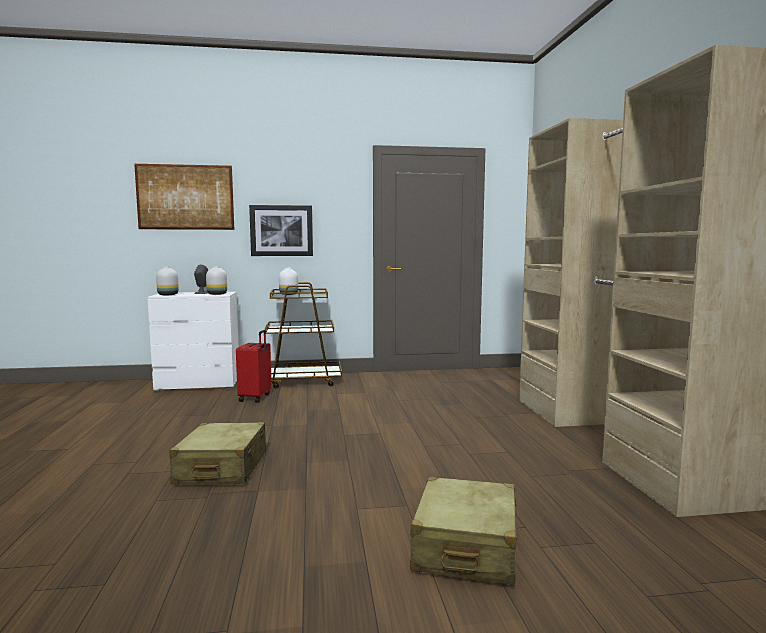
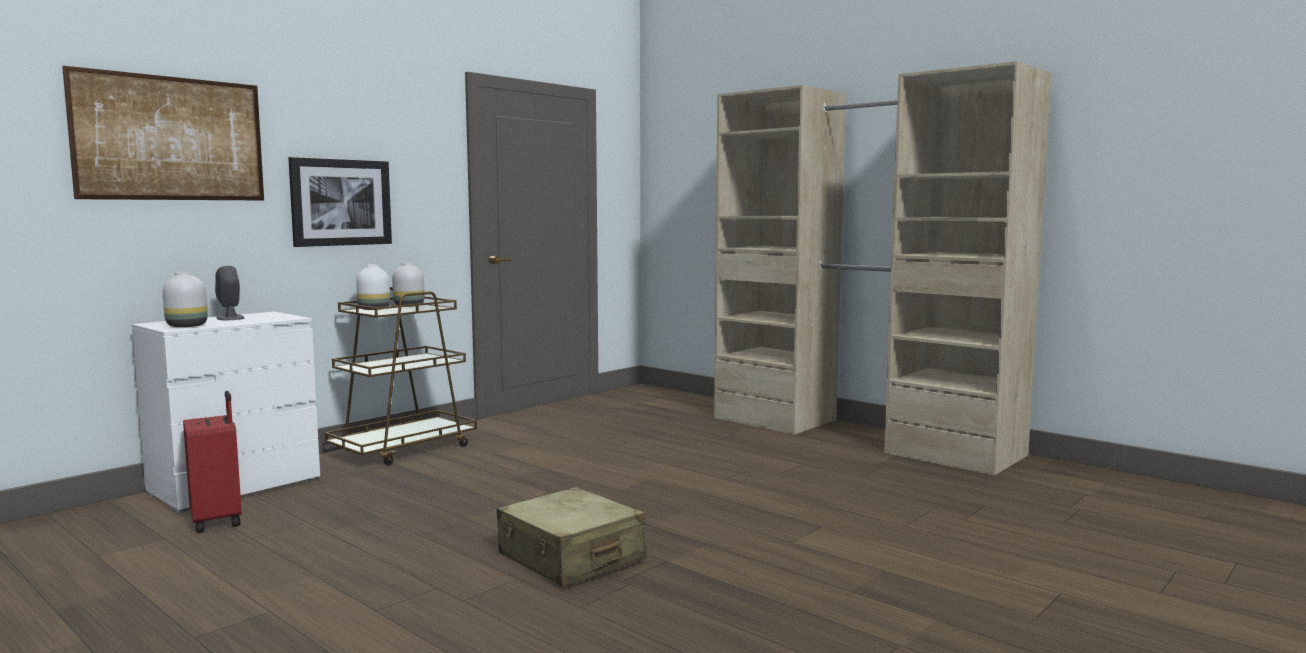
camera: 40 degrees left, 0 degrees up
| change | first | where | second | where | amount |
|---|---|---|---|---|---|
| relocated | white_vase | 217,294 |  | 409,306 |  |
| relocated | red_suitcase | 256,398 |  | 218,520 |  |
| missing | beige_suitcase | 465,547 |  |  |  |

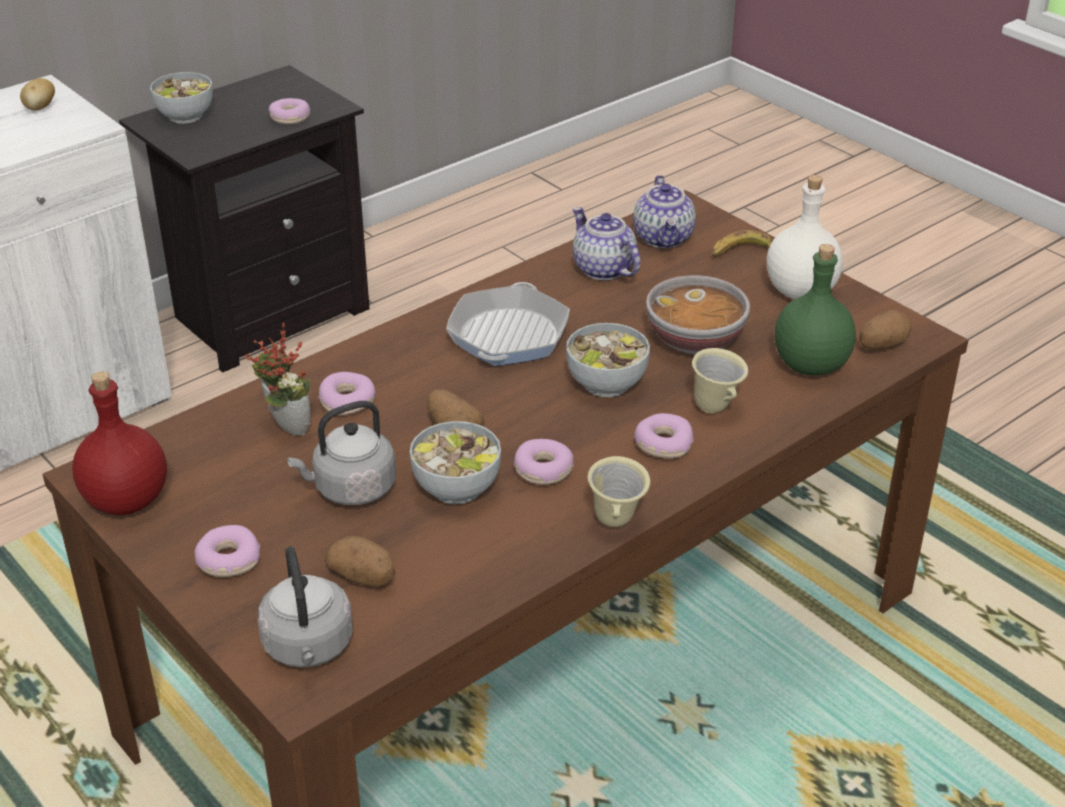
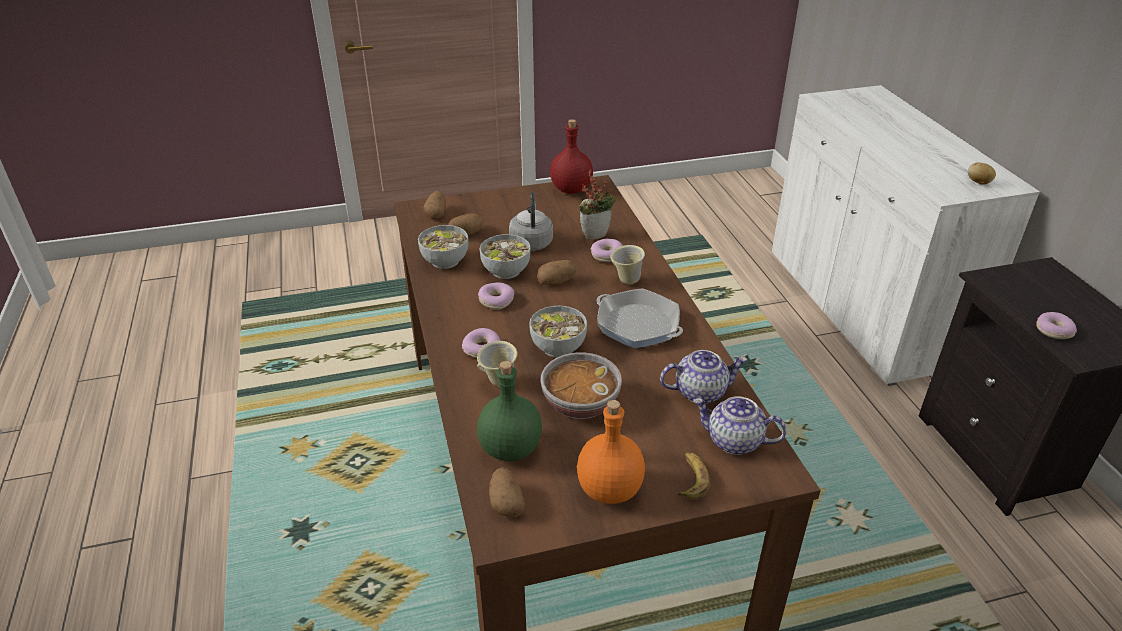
camera: 115 degrees right, 0 degrees up
| change | first | where | second | where | amount |
|---|---|---|---|---|---|
| relocated | bowl | 185,116 |  | 444,261 |  |
| colour | white_bottle | 801,292 | orange_bottle | 608,489 |  |
| relocated | beige_mug | 617,522 |  | 626,281 |  |
| missing | donut | 228,560 |  |  |  |
| exchanged | grey_kettle | 309,648 | potato | 437,213 |  |

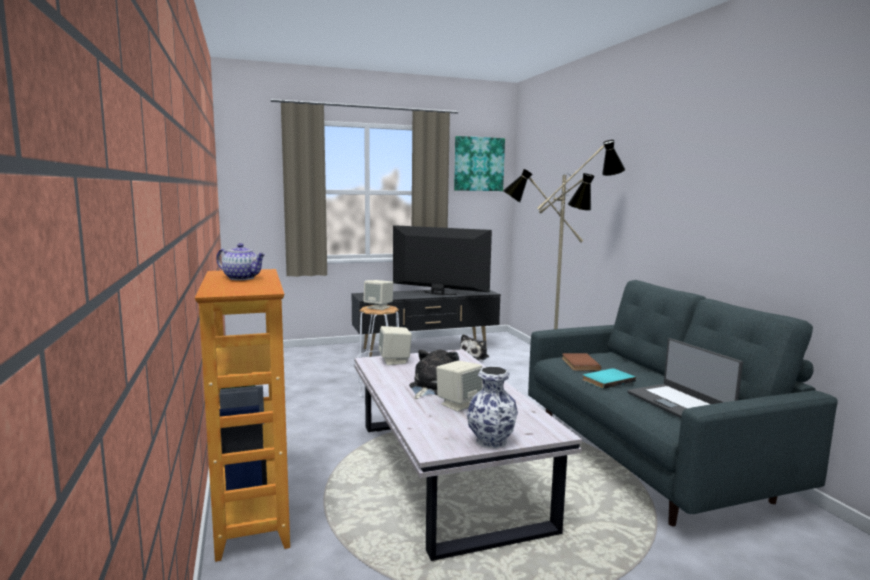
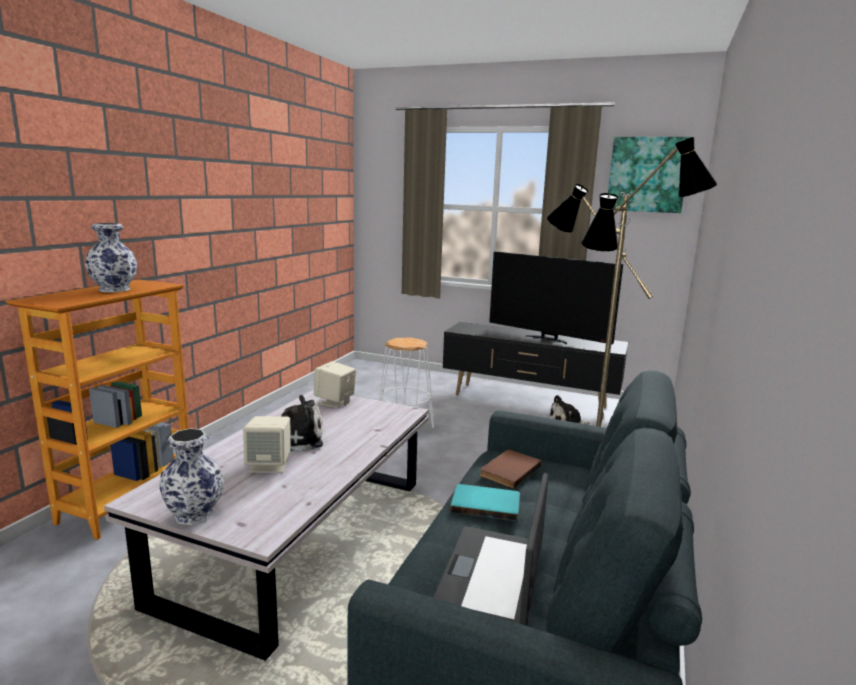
camera: 40 degrees right, 5 degrees up
| change | first | where | second | where | amount |
|---|---|---|---|---|---|
| spun | television | 438,293 |  | 548,339 | 150 degrees clockwise |
| exchanged | teapot | 242,278 | vase | 115,289 |  |
| missing | beige_speaker | 379,307 |  |  |  |

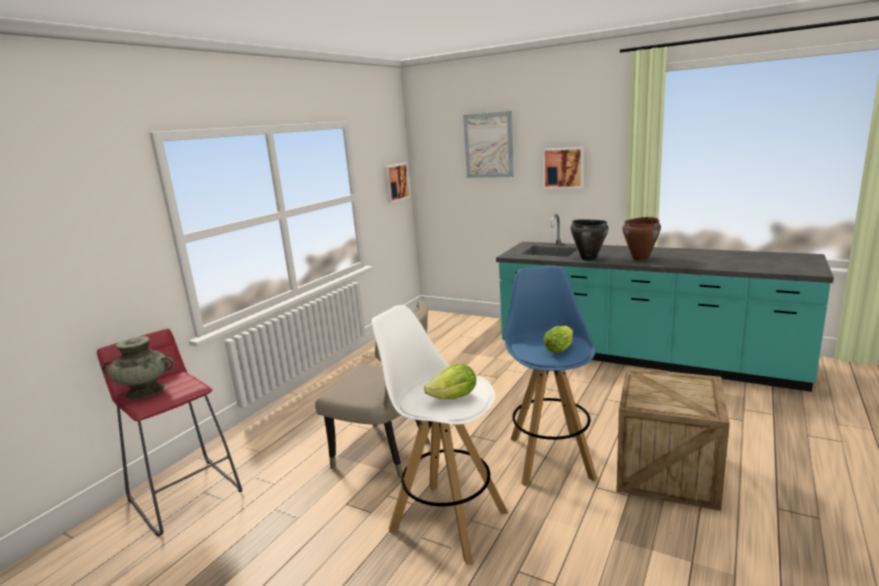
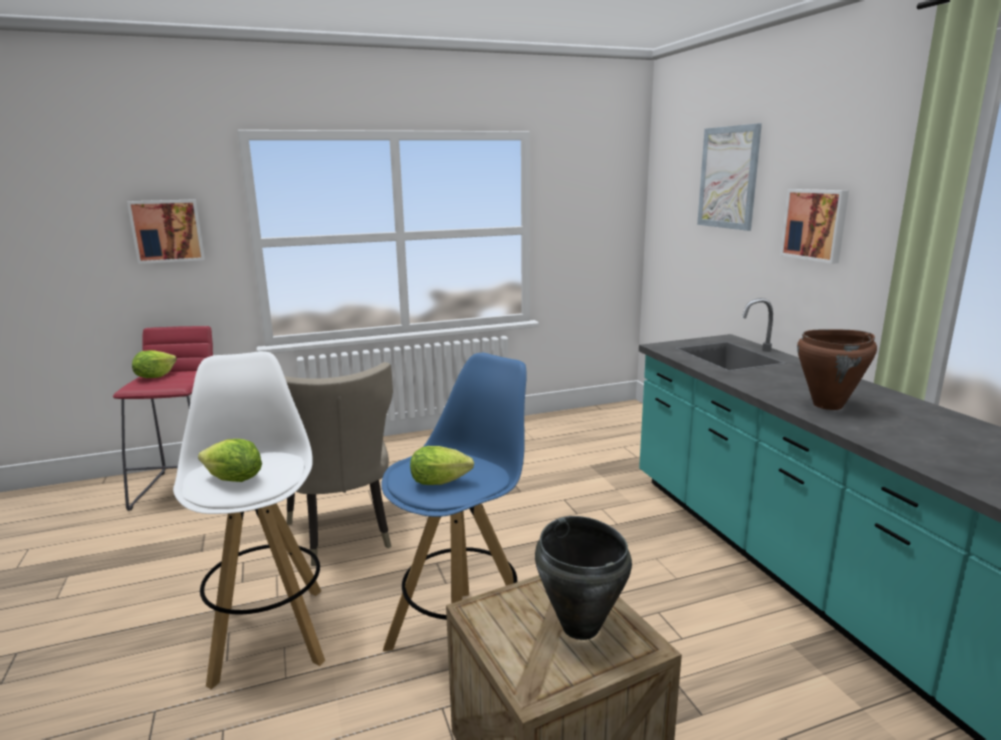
camera: 40 degrees right, 0 degrees up
| change | first | where | second | where | amount |
|---|---|---|---|---|---|
| relocated | picture | 395,182 |  | 167,231 |  |
| relocated | black_cooking_pot | 588,258 |  | 581,626 |  |
| exchanged | turquoise_vase | 145,391 | lettuce | 155,376 |  |

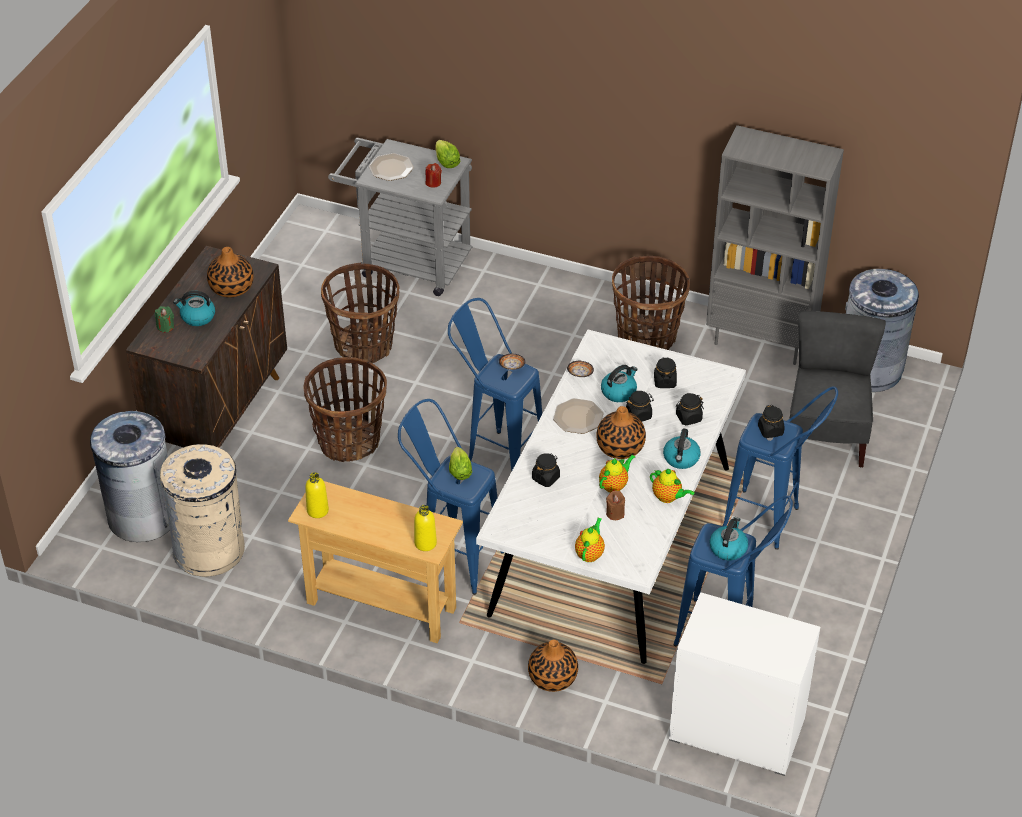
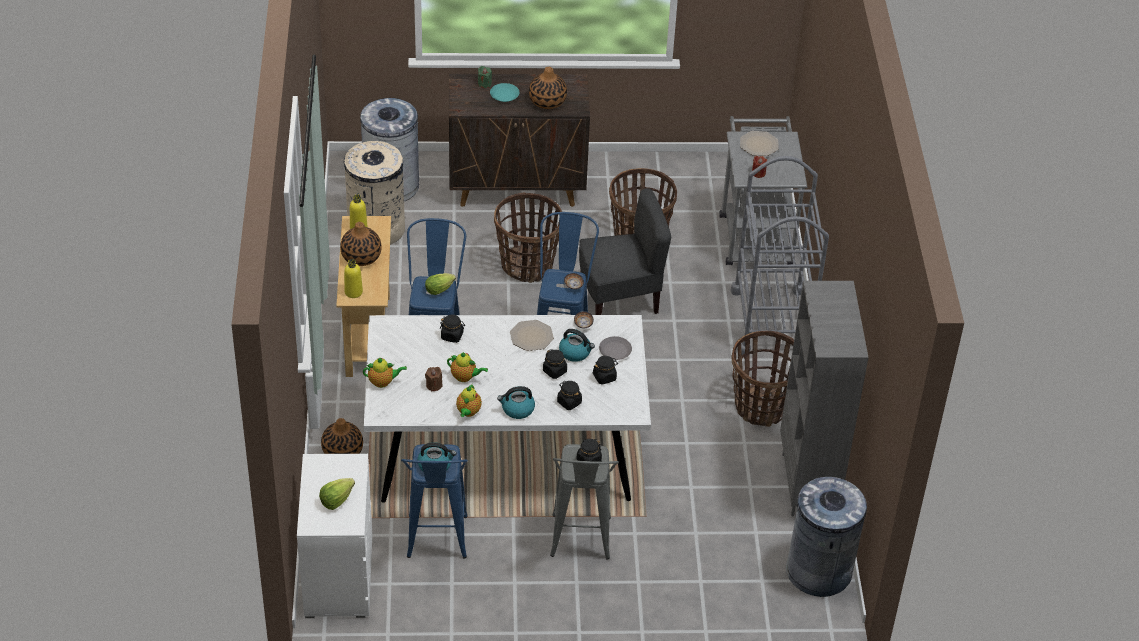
camera: 65 degrees right, 0 degrees up
| change | first | where | second | where | amount |
|---|---|---|---|---|---|
| relocated | lettuce | 446,162 |  | 336,500 |  |
| exchanged | kettle | 197,317 | turquoise_plate | 504,95 |  |
| relocated | grey_chair | 826,436 |  | 619,299 |  |
| colour | blue_stool | 772,523 | grey_stool | 580,546 |  |
| relocated | vase | 620,447 |  | 361,257 |  |
| appeared |  |  | grey_cart | 771,321 |  |
| appeared |  |  | grey_plate | 615,351 |  |

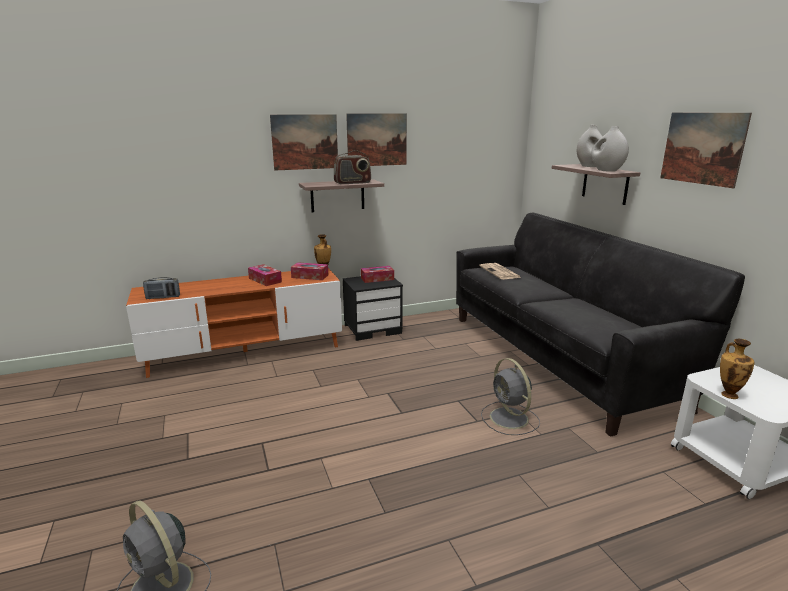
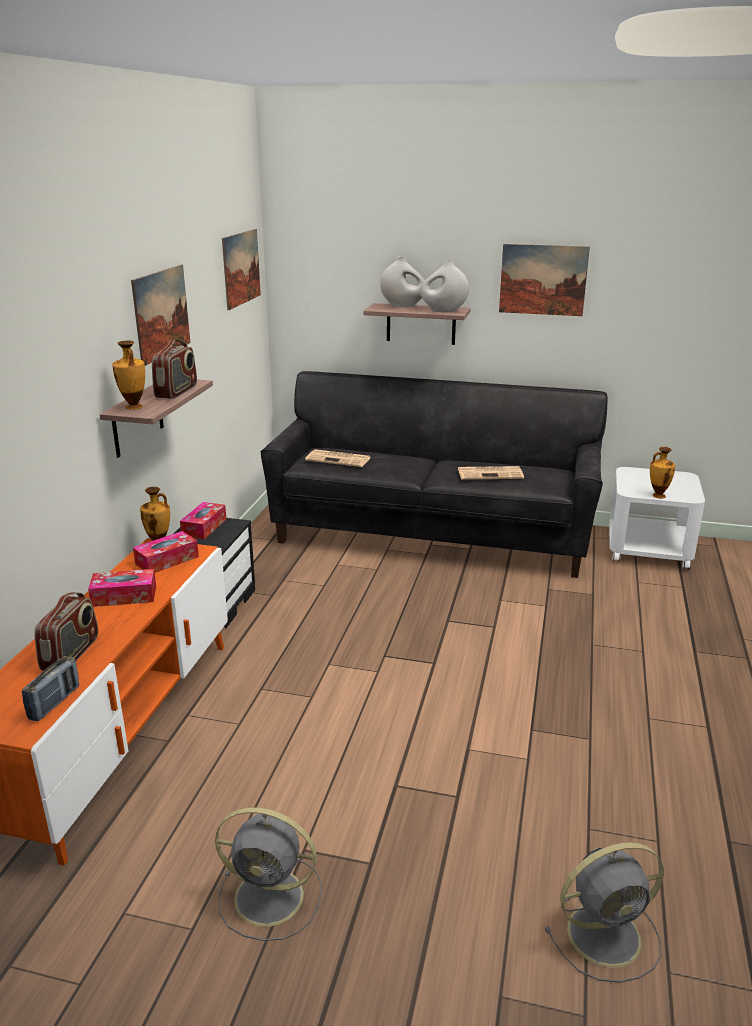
camera: 55 degrees left, 5 degrees up
| change | first | where | second | where | amount |
|---|---|---|---|---|---|
| relocated | picture | 305,142 |  | 241,268 |  |
| relocated | grey_fan | 510,419 |  | 272,897 |  |
| appeared |  |  | vase | 134,407 |  |
| appeared |  |  | newspaper | 491,473 |  |
| appeared |  |  | radio | 71,654 |  |

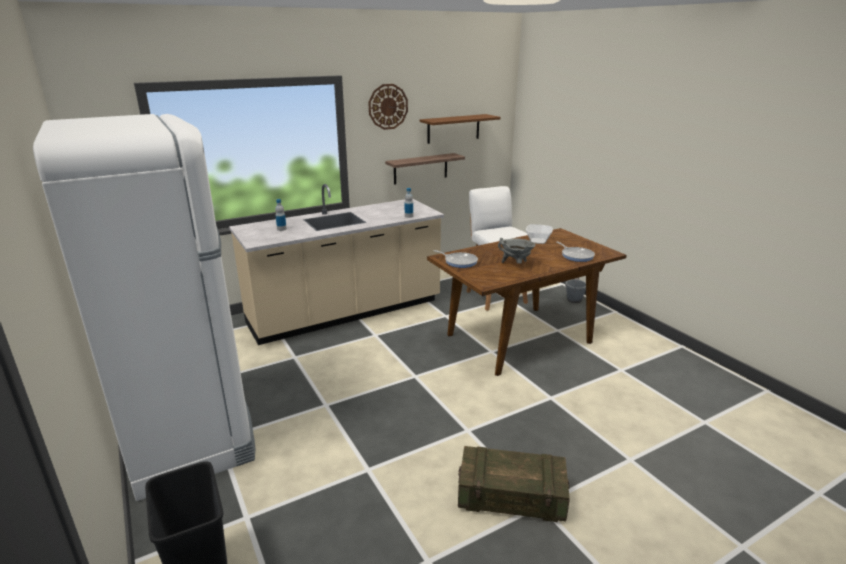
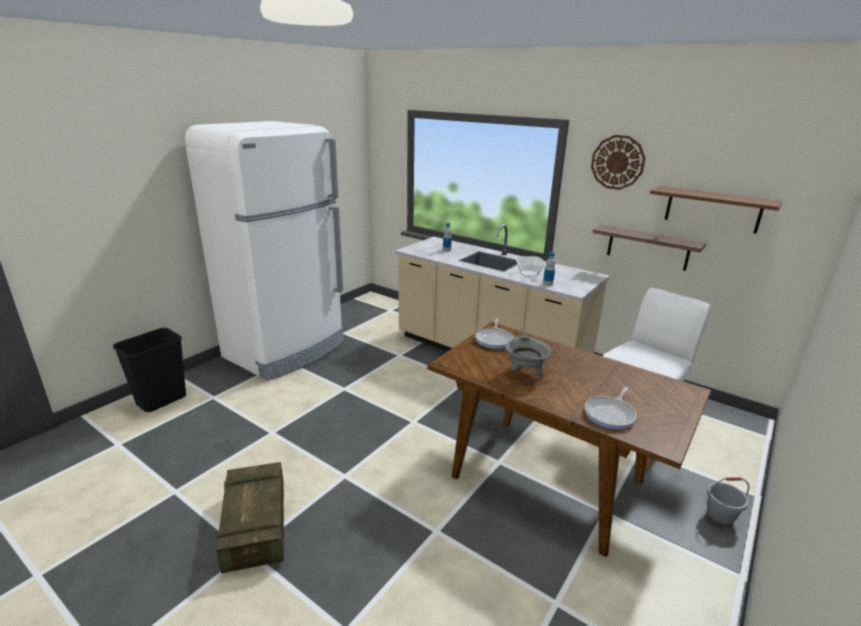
camera: 65 degrees right, 0 degrees up
| change | first | where | second | where | amount |
|---|---|---|---|---|---|
| relocated | bowl | 537,241 |  | 529,274 |  |

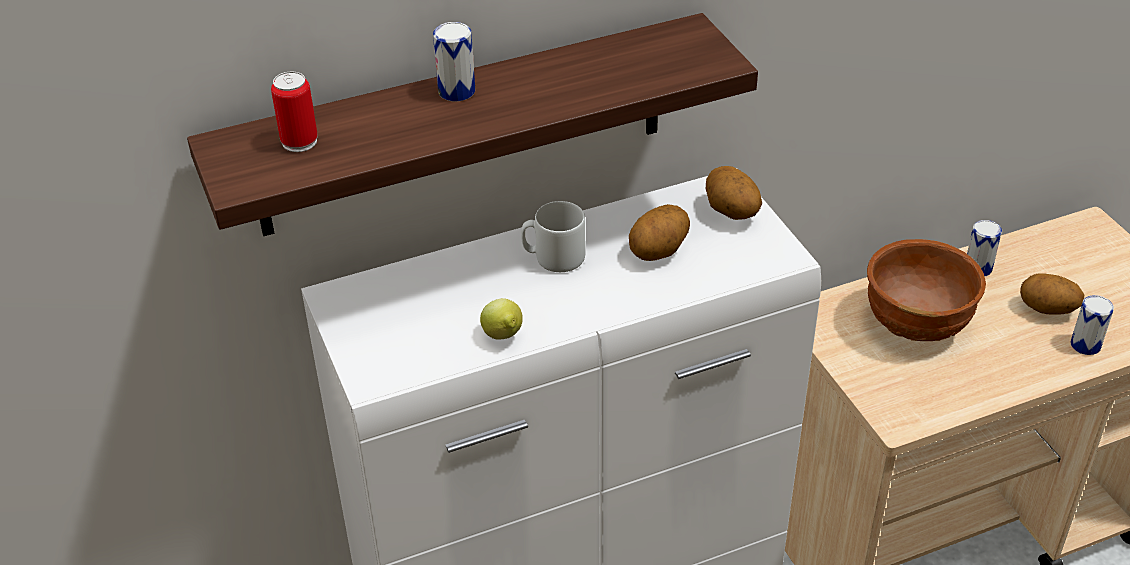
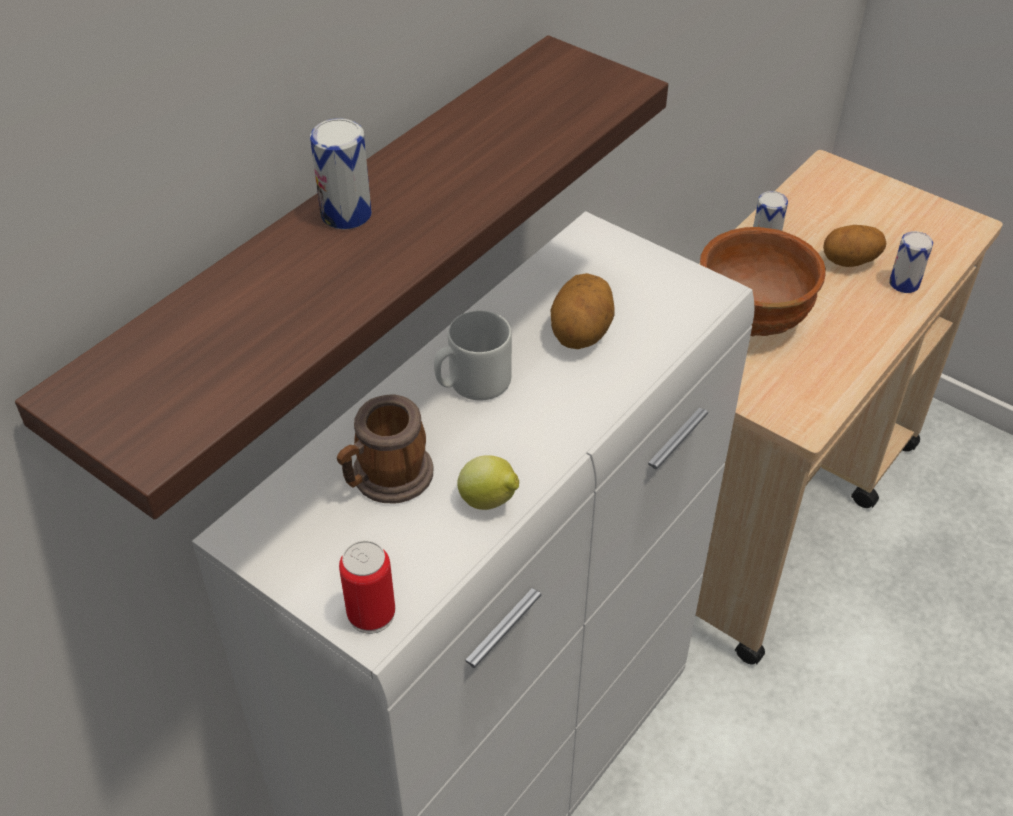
camera: 30 degrees left, 5 degrees up
| change | first | where | second | where | amount |
|---|---|---|---|---|---|
| relocated | can | 299,141 |  | 371,614 |  |
| missing | potato | 730,213 |  |  |  |
| appeared |  |  | mug | 385,479 |  |

